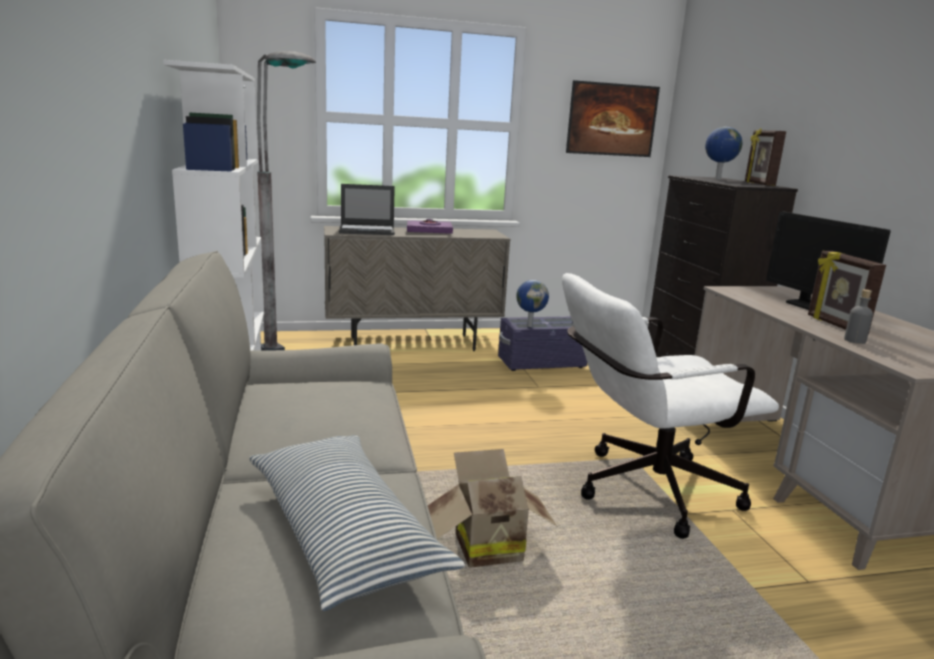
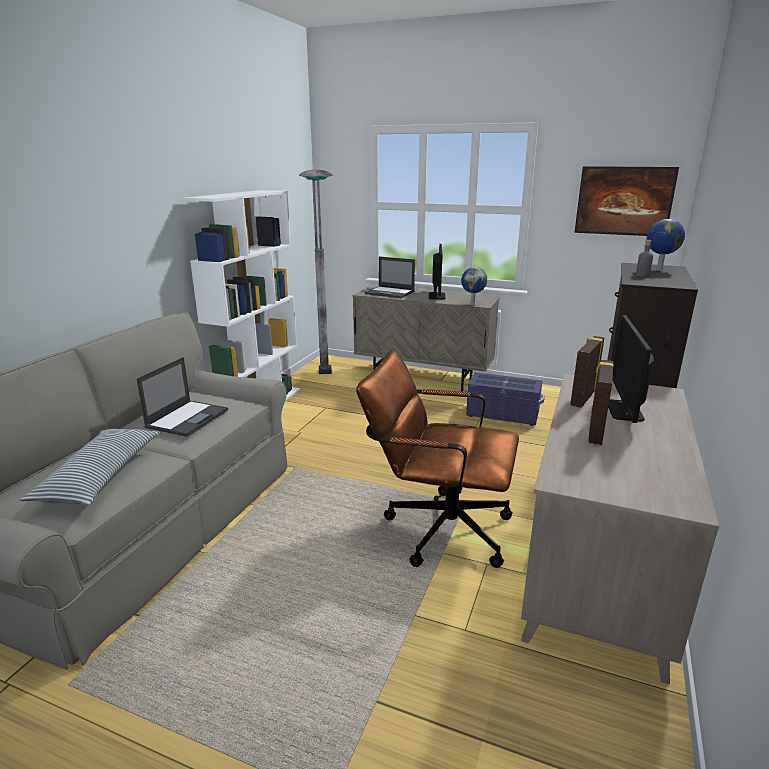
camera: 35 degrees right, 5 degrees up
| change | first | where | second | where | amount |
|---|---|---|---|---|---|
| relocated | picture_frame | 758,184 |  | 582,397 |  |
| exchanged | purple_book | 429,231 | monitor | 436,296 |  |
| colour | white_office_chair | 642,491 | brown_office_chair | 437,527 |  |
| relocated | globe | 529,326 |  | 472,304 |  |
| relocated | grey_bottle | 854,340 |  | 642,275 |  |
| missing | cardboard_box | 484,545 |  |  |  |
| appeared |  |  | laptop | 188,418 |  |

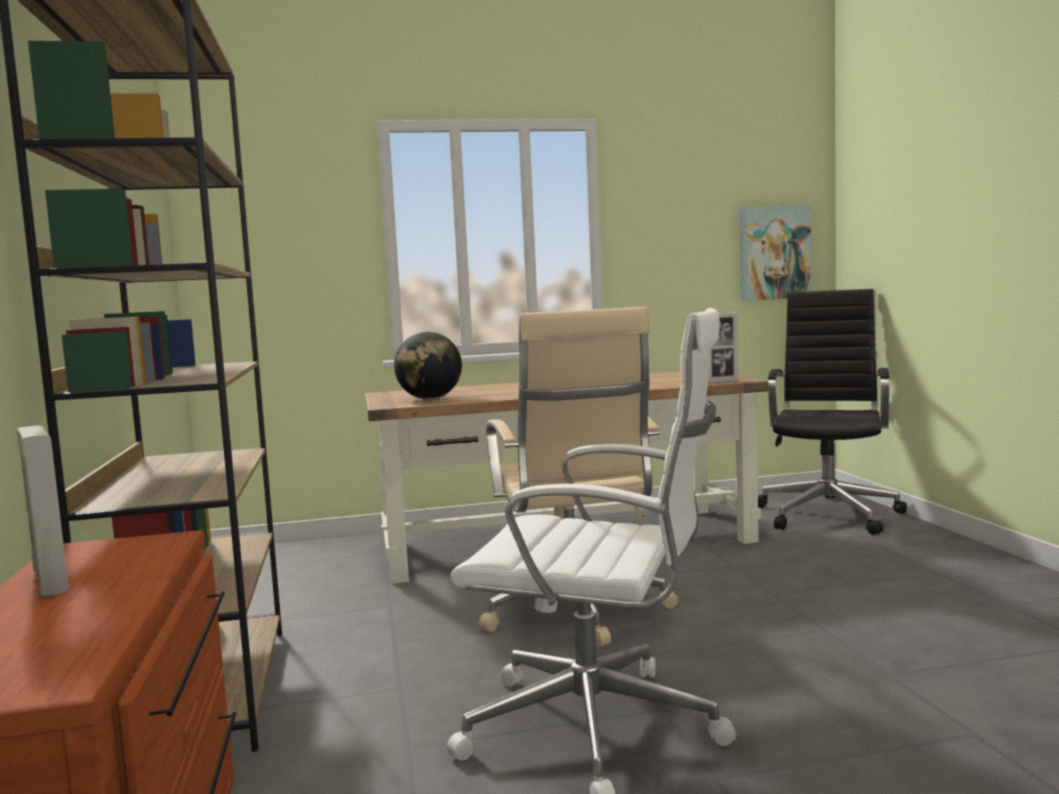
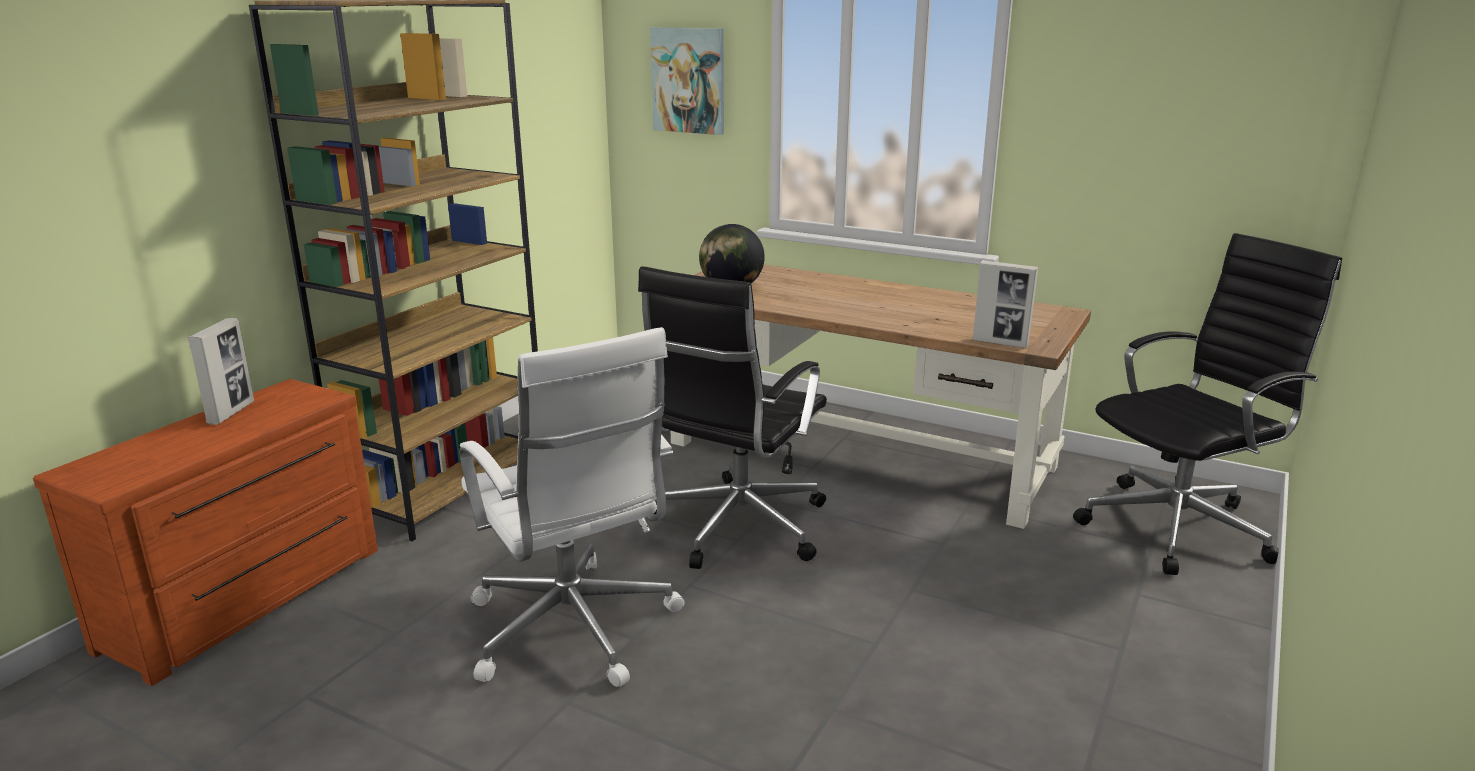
camera: 40 degrees right, 15 degrees up
| change | first | where | second | where | amount |
|---|---|---|---|---|---|
| relocated | picture | 774,253 |  | 689,80 |  |
| colour | beige_office_chair | 574,611 | black_office_chair | 736,527 |  |

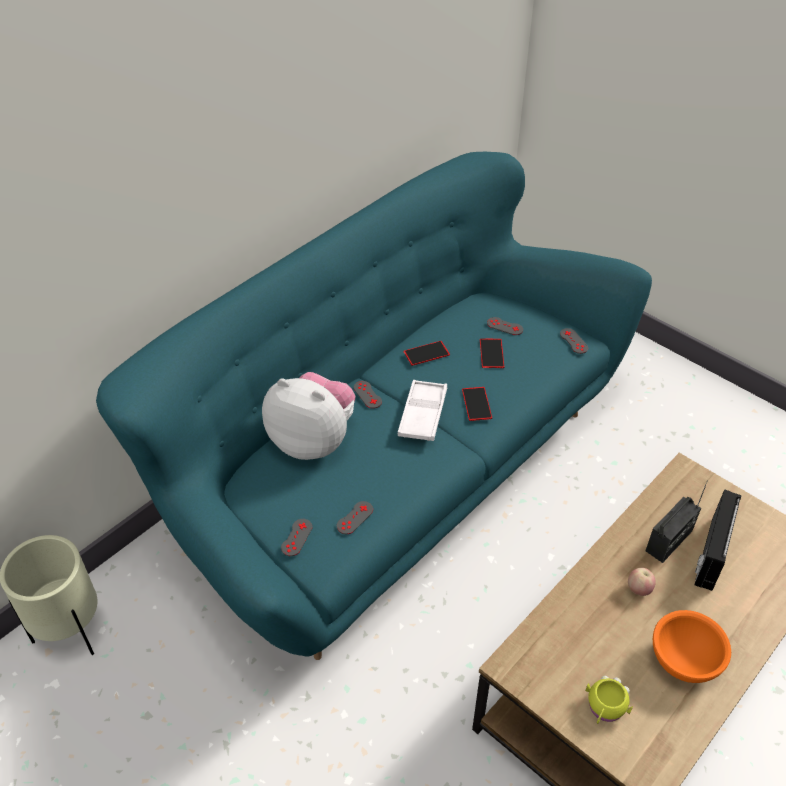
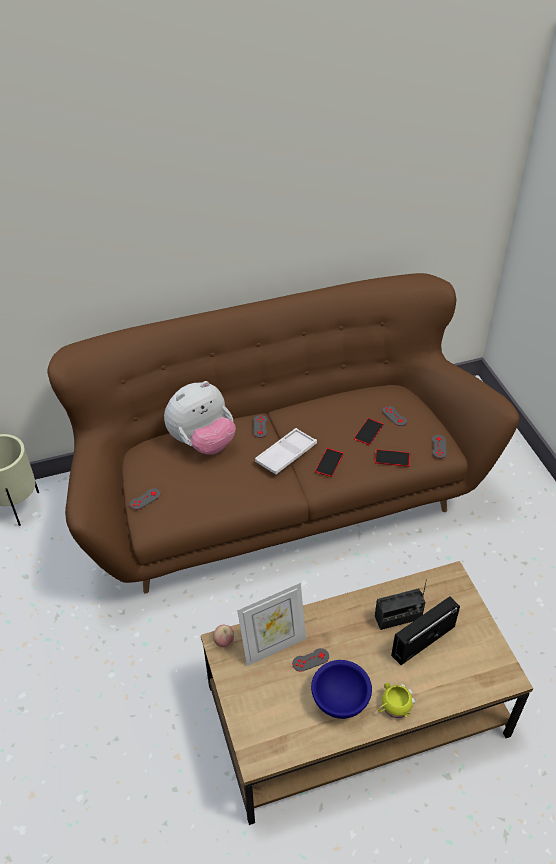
camera: 30 degrees right, 0 degrees up
| change | first | where | second | where | amount |
|---|---|---|---|---|---|
| colour | turquoise_sofa | 393,474 | brown_sofa | 278,496 |  |
| relocated | phone | 426,353 |  | 392,458 |  |
| spun | plush_toy | 313,440 |  | 202,442 | 90 degrees clockwise |
| relocated | grey_game_controller | 354,518 |  | 310,660 |  |
| relocated | apple | 638,589 |  | 224,641 |  |
| colour | orange_bowl | 685,661 | blue_bowl | 341,700 |  |
| relocated | yellow_mug | 604,709 |  | 394,707 |  |
| appeared |  |  | picture_frame | 273,646 |  |

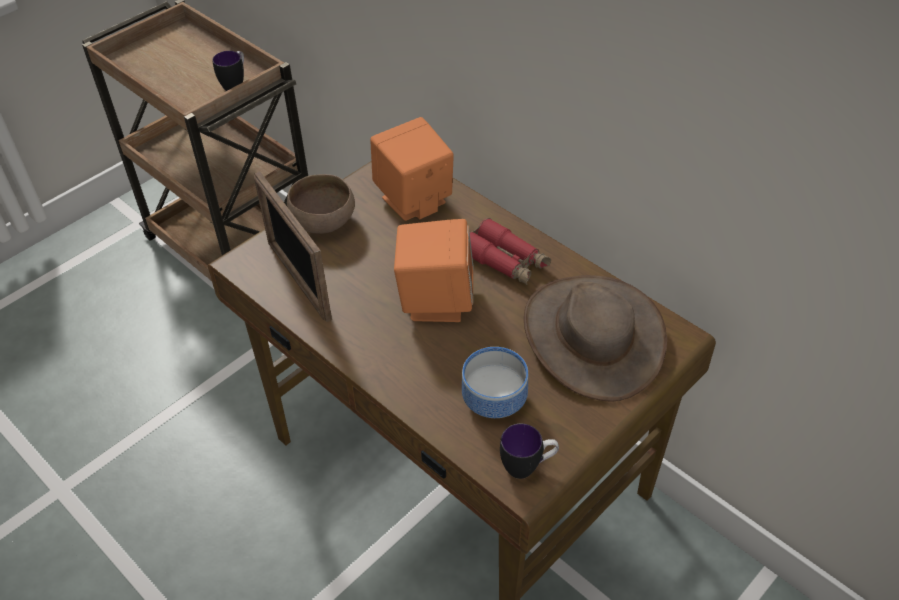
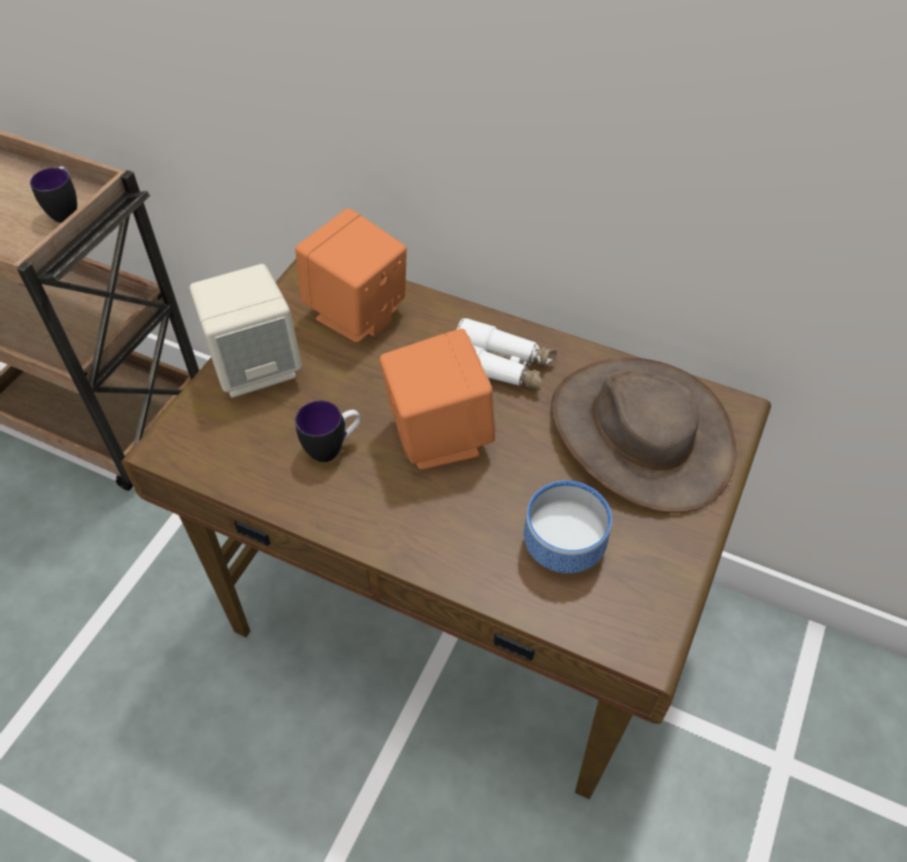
camera: 20 degrees left, 5 degrees up
| change | first | where | second | where | amount |
|---|---|---|---|---|---|
| missing | picture_frame | 298,280 |  |  |  |
| exchanged | brown_bowl | 325,221 | beige_speaker | 256,366 |  |
| colour | red_binoculars | 506,261 | white_binoculars | 499,366 |  |
| relocated | mug | 528,467 |  | 333,448 |  |

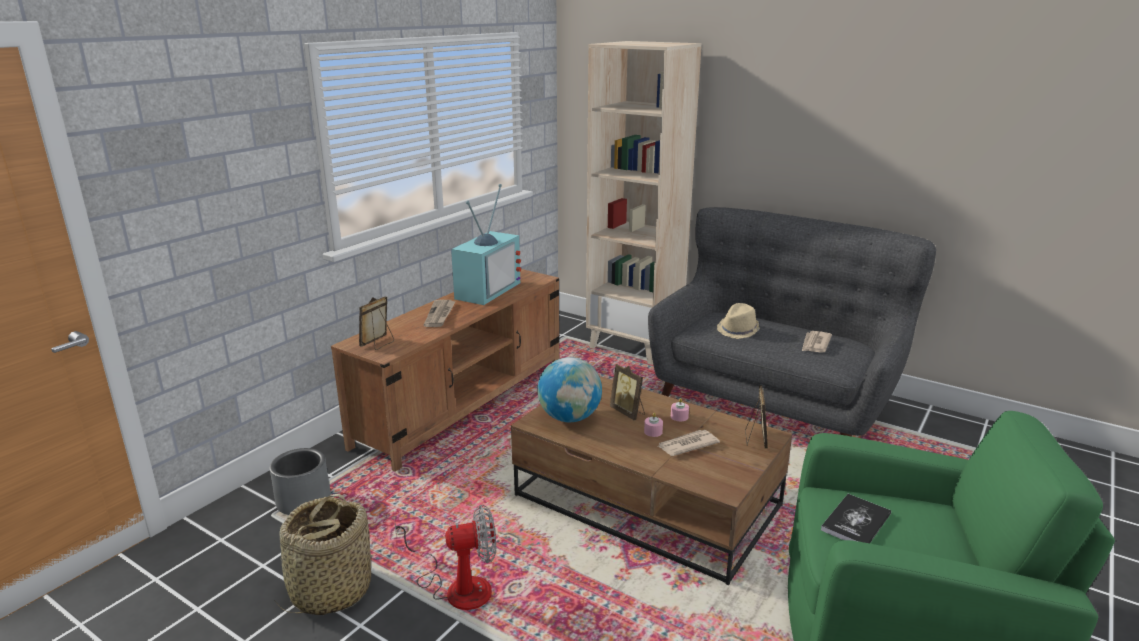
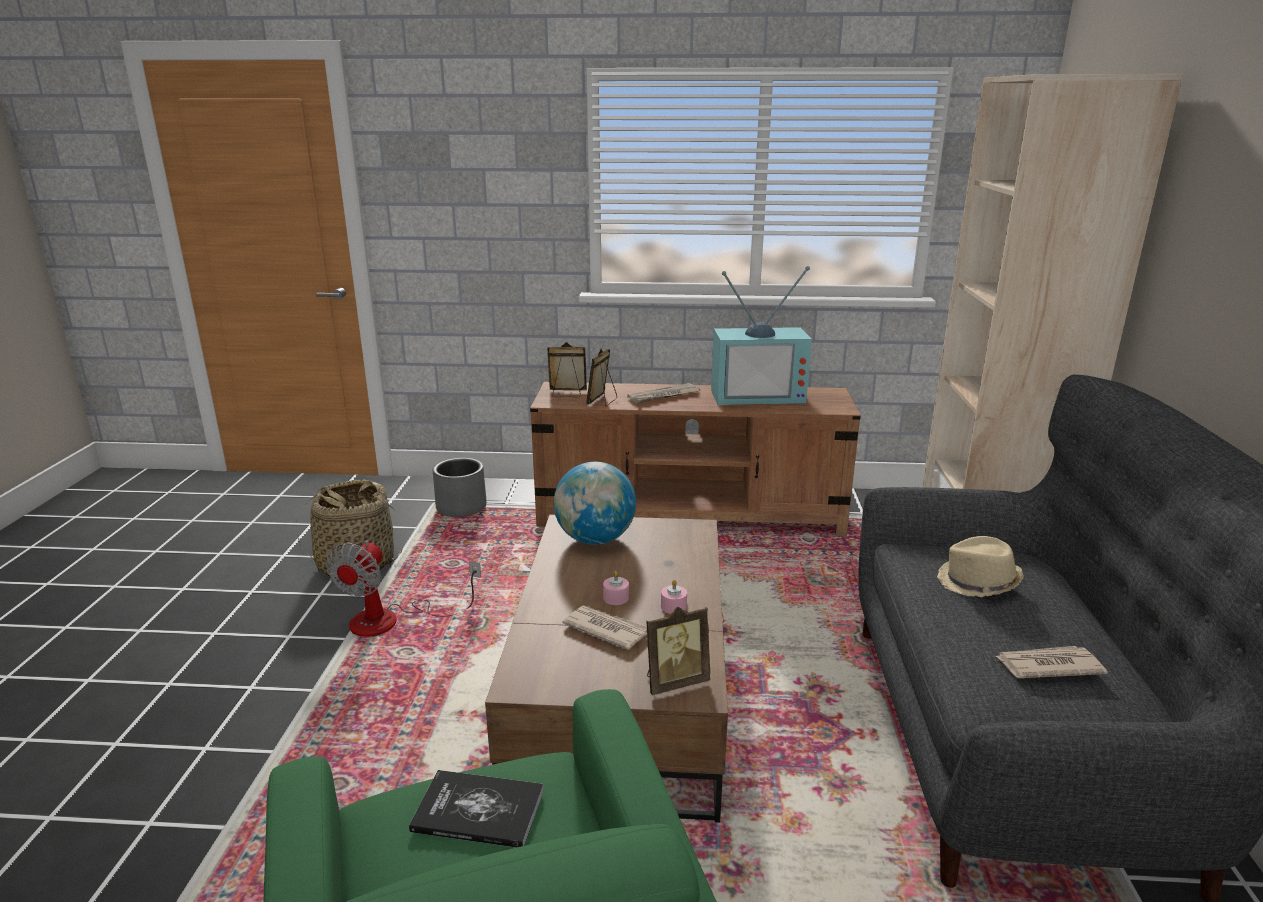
camera: 60 degrees right, 0 degrees up
| change | first | where | second | where | amount |
|---|---|---|---|---|---|
| relocated | picture_frame | 628,412 |  | 602,401 |  |
| spun | fan | 457,587 |  | 392,620 | 60 degrees clockwise |

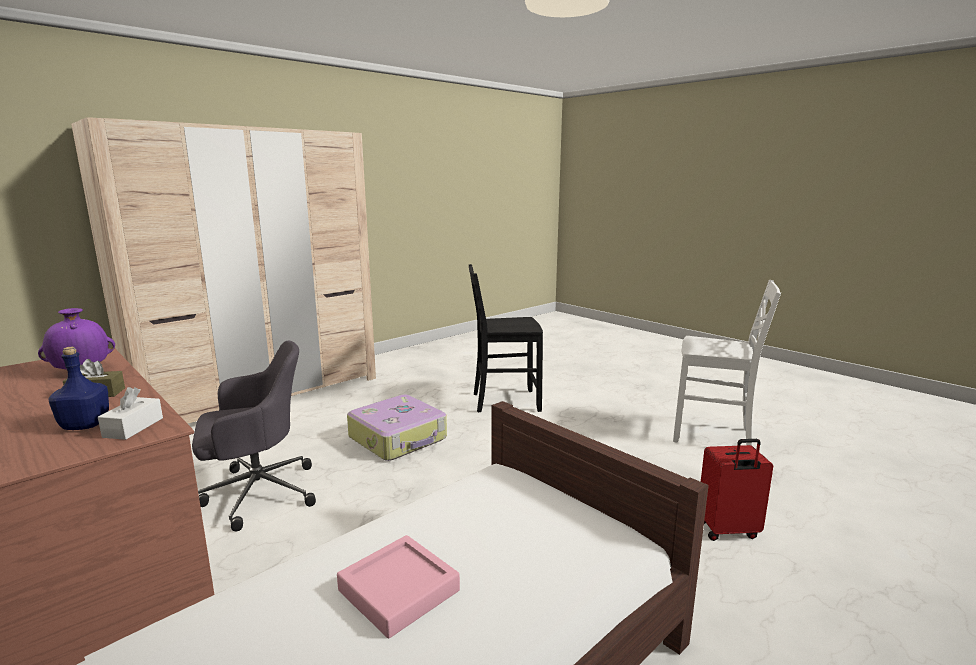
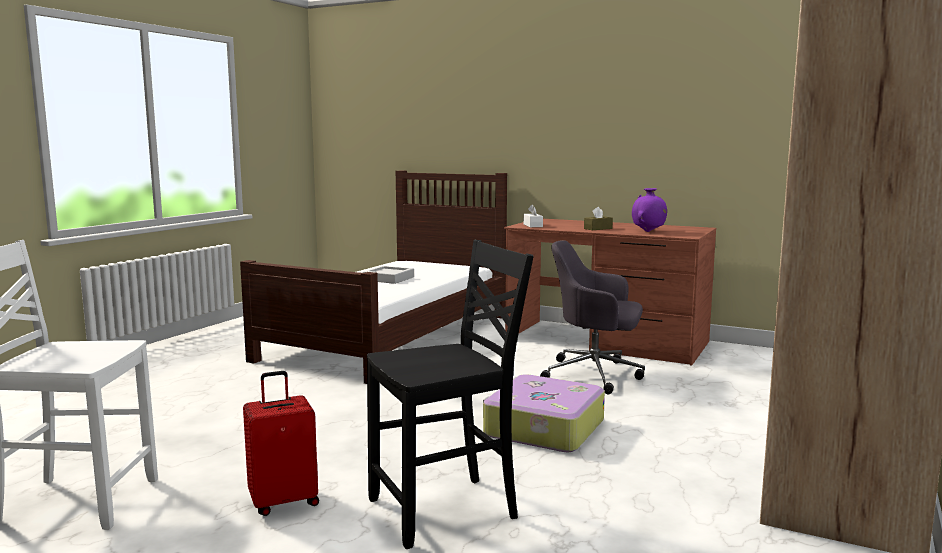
camera: 160 degrees right, 5 degrees down
| change | first | where | second | where | amount |
|---|---|---|---|---|---|
| spun | grey_office_chair | 257,493 |  | 595,375 | 60 degrees clockwise |
| missing | blue_bottle | 84,425 |  |  |  |
| relocated | red_suitcase | 728,531 |  | 284,502 |  |
| colour | pink_tray | 399,590 | grey_tray | 388,279 |  |

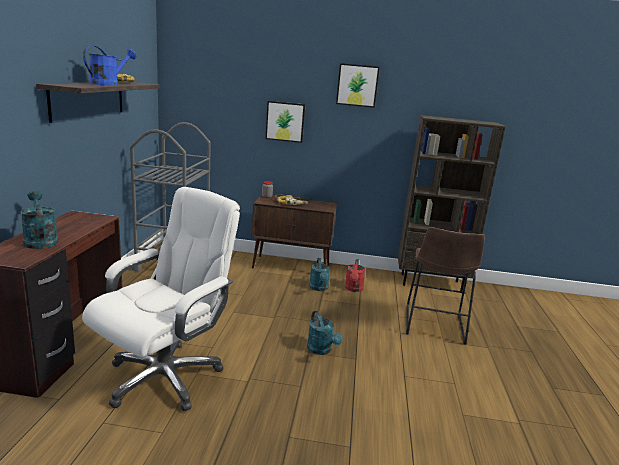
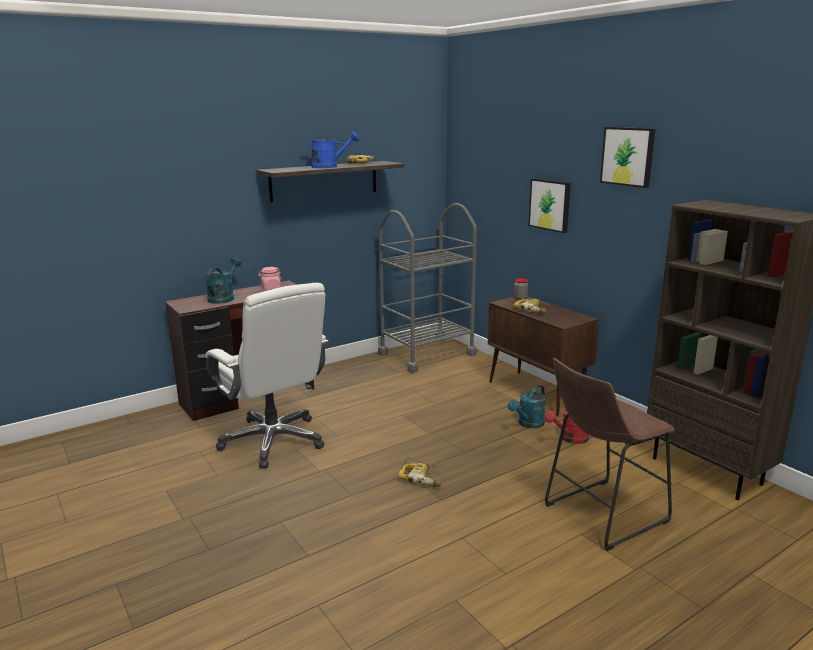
camera: 50 degrees right, 0 degrees up
| change | first | where | second | where | amount |
|---|---|---|---|---|---|
| spun | white_office_chair | 165,376 |  | 273,441 | 60 degrees clockwise |
| exchanged | turquoise_watering_can | 321,350 | power_drill | 422,478 |  |
| appeared |  |  | pink_jar | 270,288 |  |

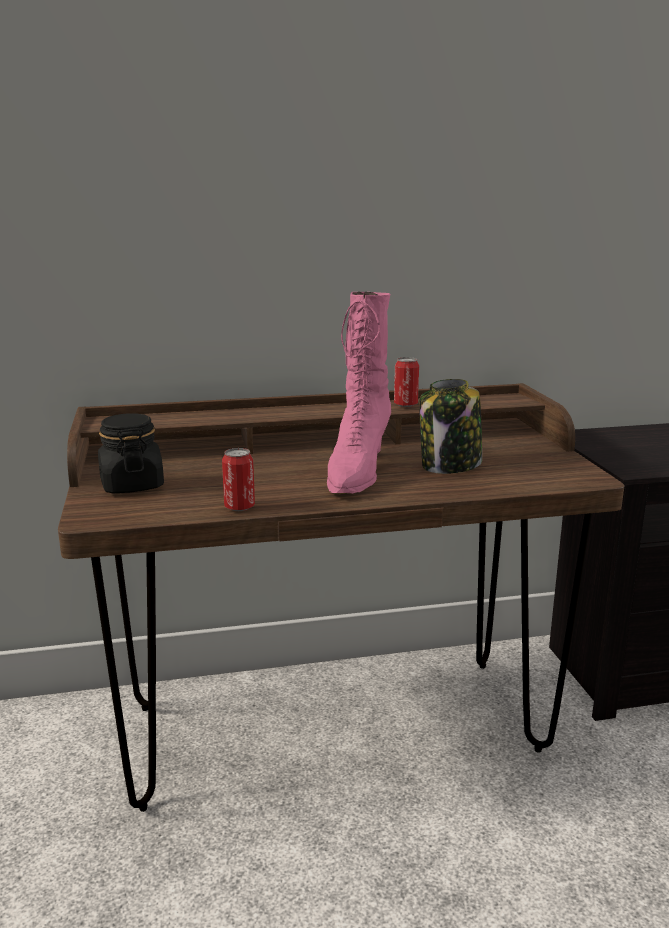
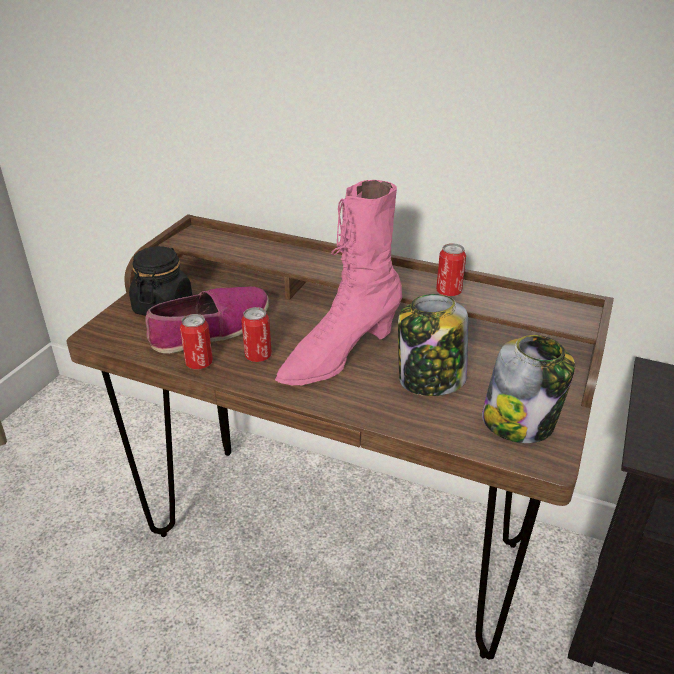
camera: 35 degrees right, 15 degrees up
| change | first | where | second | where | amount |
|---|---|---|---|---|---|
| appeared |  |  | shoe | 211,329 |  |
| appeared |  |  | can | 258,356 |  |
| appeared |  |  | jar | 520,422 |  |

